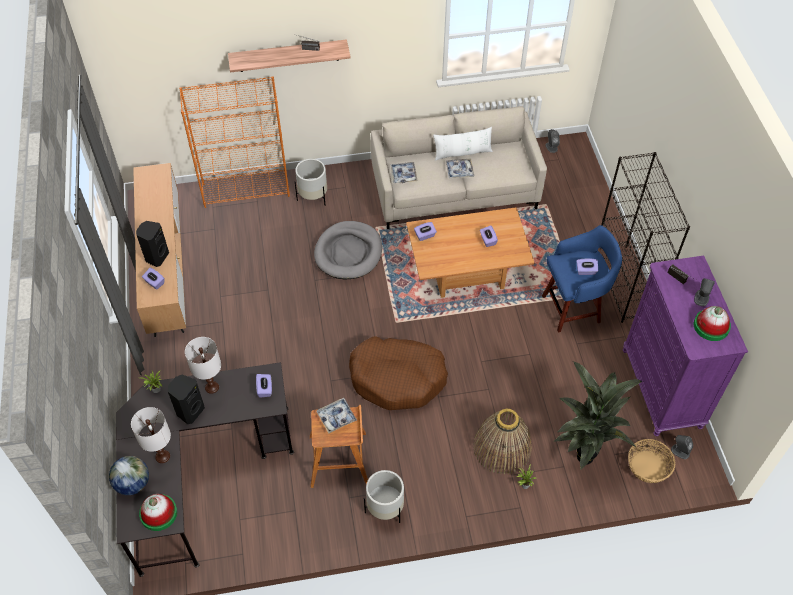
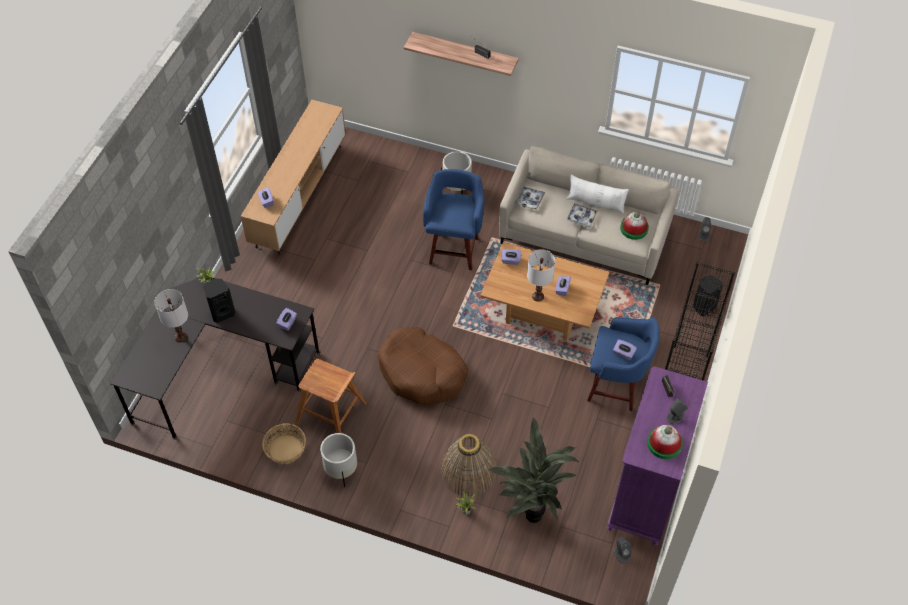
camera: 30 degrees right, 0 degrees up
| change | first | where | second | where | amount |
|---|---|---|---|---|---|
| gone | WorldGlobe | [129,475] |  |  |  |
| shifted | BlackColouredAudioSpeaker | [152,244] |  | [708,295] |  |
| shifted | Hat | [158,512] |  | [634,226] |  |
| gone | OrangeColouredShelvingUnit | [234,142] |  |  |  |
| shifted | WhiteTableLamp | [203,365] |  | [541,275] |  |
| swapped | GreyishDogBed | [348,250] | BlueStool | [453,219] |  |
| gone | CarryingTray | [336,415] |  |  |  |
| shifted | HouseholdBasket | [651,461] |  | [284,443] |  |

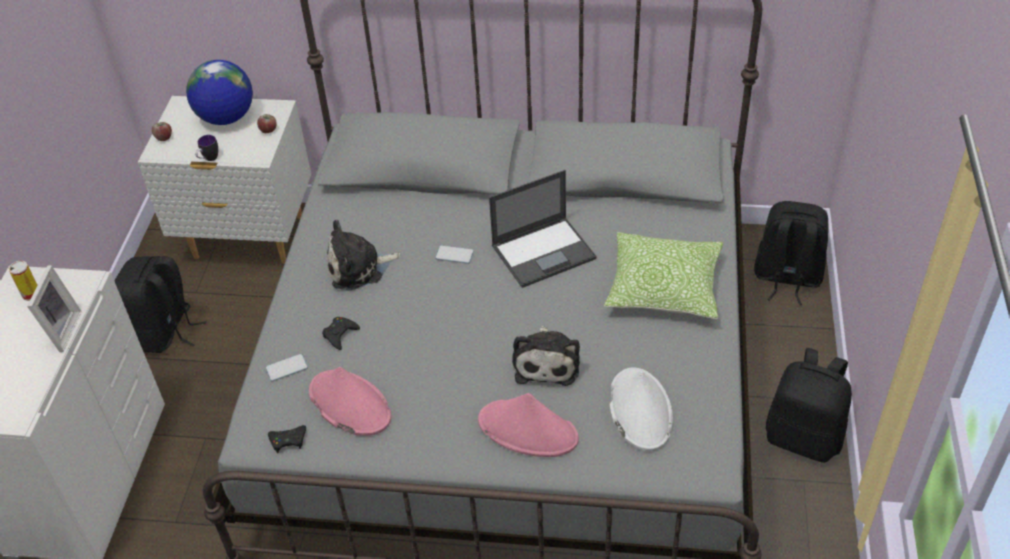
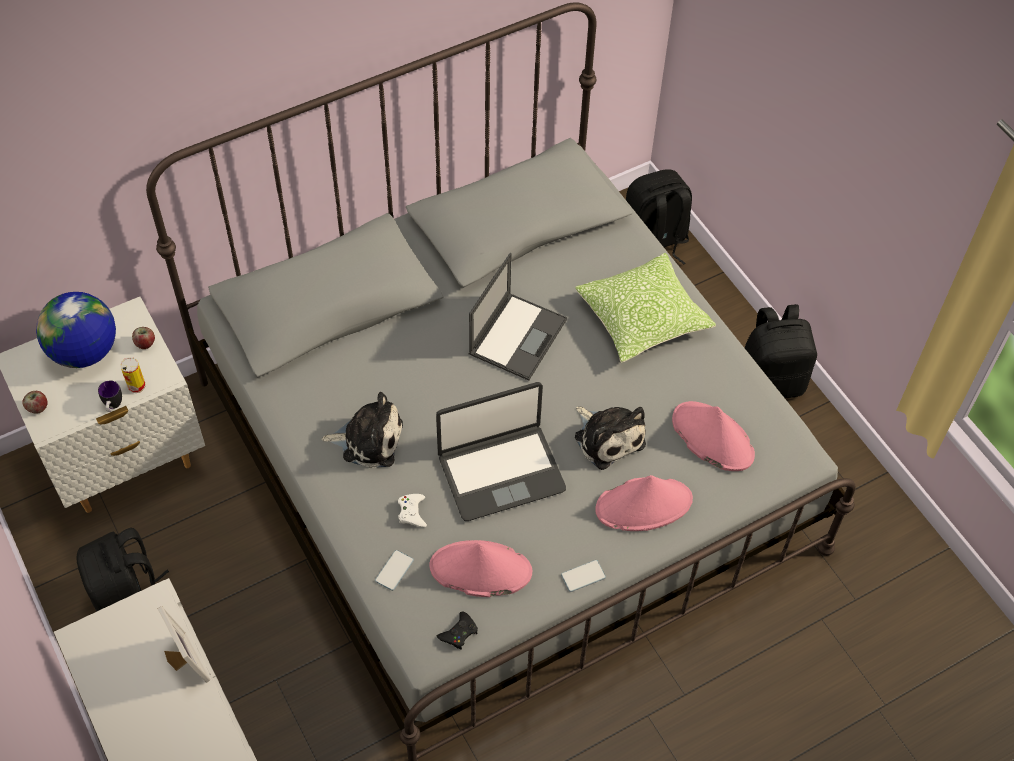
camera: 40 degrees left, 10 degrees up
| change | first | where | second | where | amount |
|---|---|---|---|---|---|
| shifted | MetalCan | [23,281] |  | [133,375] |  |
| repainted | BlackColouredGamepad | [341,333] | WhiteGamepad | [412,510] |  |
| rotated | SoftToy | [363,255] |  | [362,430] | 120 degrees counterclockwise |
| shifted | Handset | [454,254] |  | [583,576] |  |
| repainted | WhiteHat | [641,409] | PinkishHat | [713,436] |  |
| new |  |  | PortableComputer | [501,451] |  |

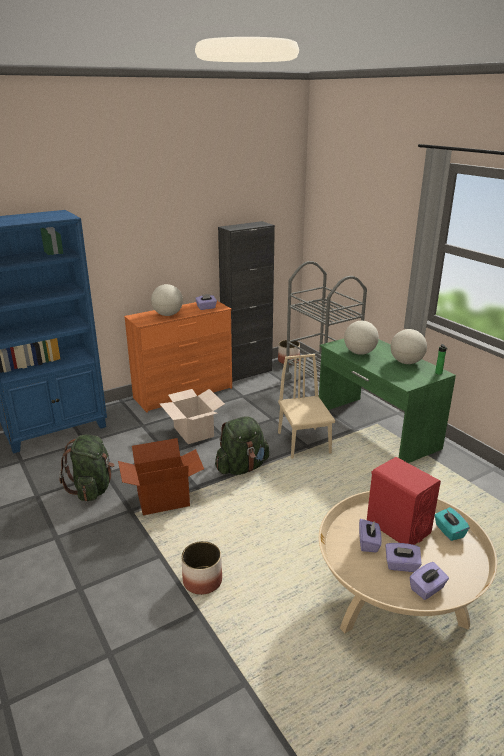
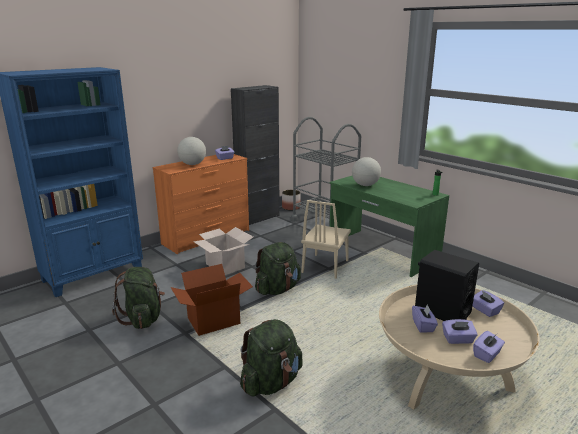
camera: 10 degrees left, 5 degrees down
| change | first | where | second | where | amount |
|---|---|---|---|---|---|
| swapped | PlantPot | [201,568] | GreenishKnapsack | [271,358] |  |
| rotated | BeigeColouredChair | [306,406] |  | [326,239] | 135 degrees counterclockwise |
| repainted | ReddishAudioSpeaker | [404,501] | BlackColouredAudioSpeaker | [447,285] |  |
| gone | WorldGlobe | [409,346] |  |  |  |
| repainted | TurquoiseBoxOfTissues | [452,524] | PurpleBoxOfTissues | [488,303] |  |

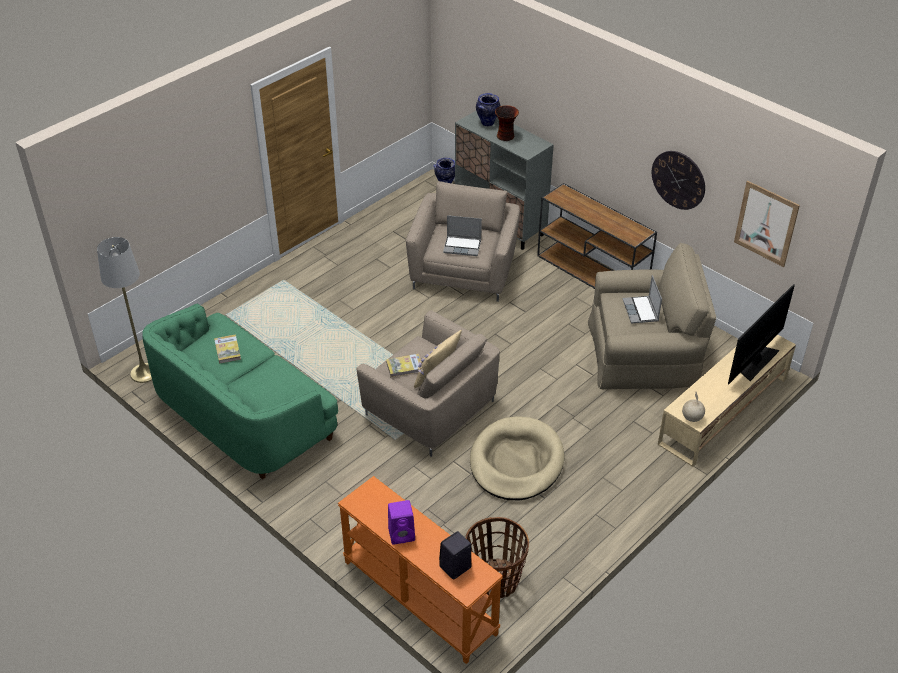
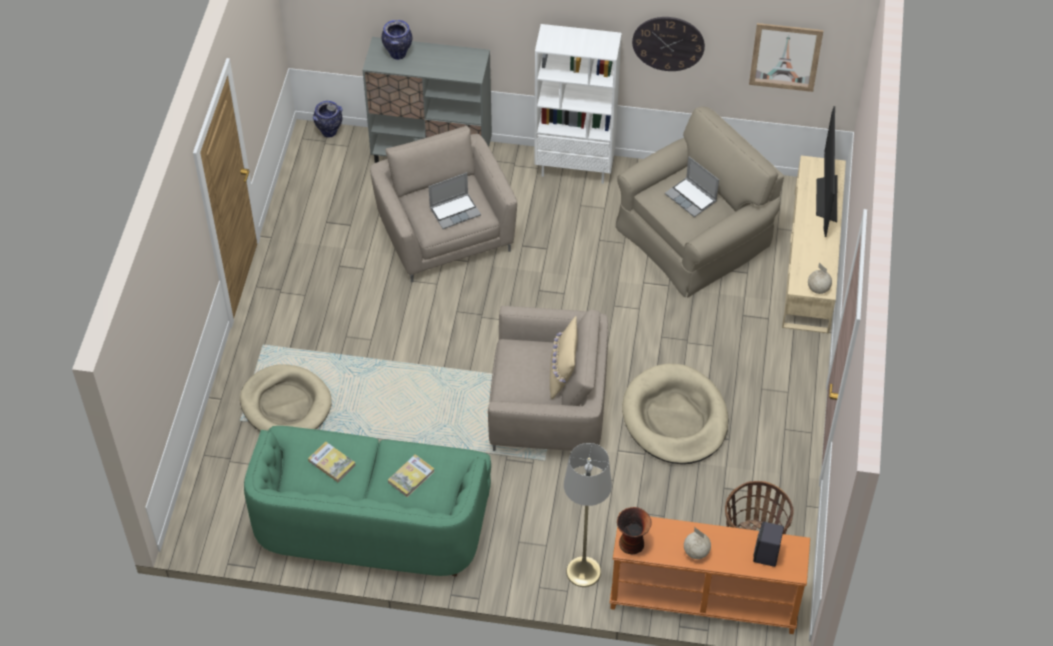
camera: 35 degrees left, 10 degrees up
| change | first | where | second | where | amount |
|---|---|---|---|---|---|
| shifted | GreyishStandardLamp | [124,310] |  | [588,515] |  |
| shifted | Volume | [404,365] |  | [411,475] |  |
| swapped | PurpleAudioSpeaker | [401,522] | WorldGlobe | [697,543] |  |
| shifted | Vase | [507,123] |  | [634,530] |  |
| swapped | BrownishNarrowTable | [597,236] | WhiteShelvingUnit | [578,104] |  |
| new |  |  | BeigeColouredDogBed | [286,397] |  |

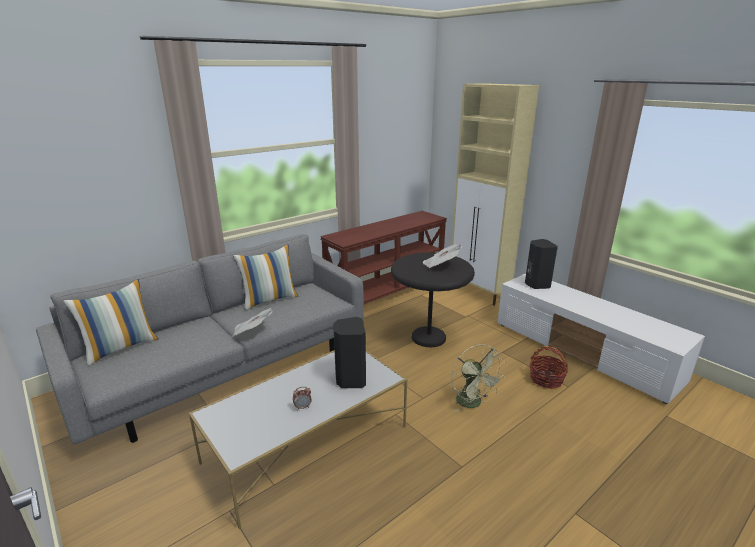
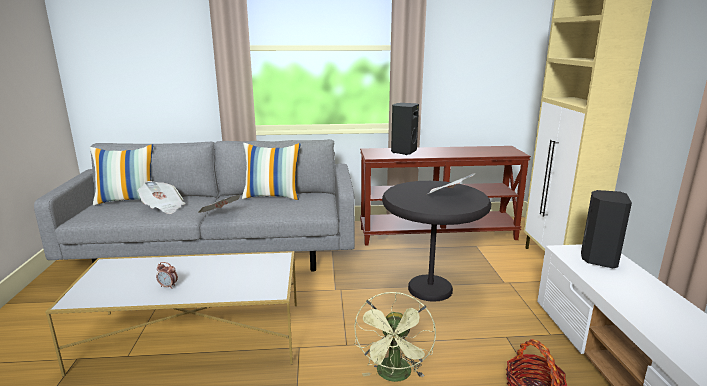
camera: 35 degrees right, 5 degrees down
| change | first | where | second | where | amount |
|---|---|---|---|---|---|
| shifted | BlackColouredAudioSpeaker | [349,352] |  | [405,129] |  |
| new |  |  | PrintedPaper | [161,197] |  |

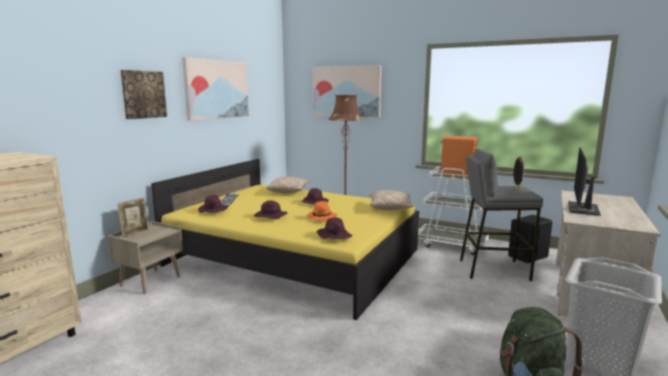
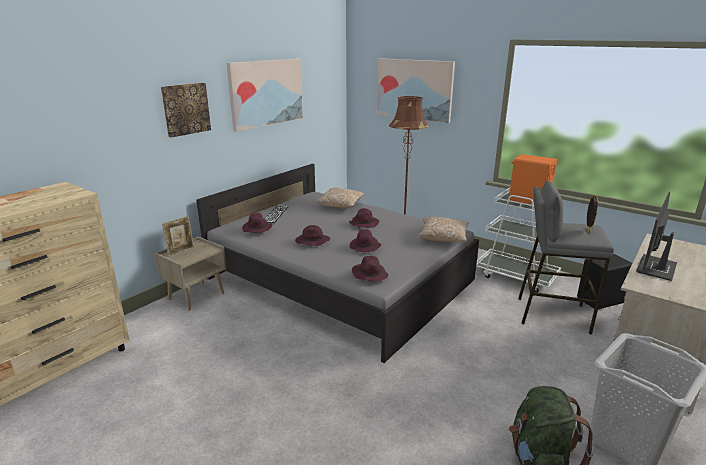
camera: 10 degrees right, 10 degrees up
| change | first | where | second | where | amount |
|---|---|---|---|---|---|
| repainted | YellowColouredSleepingBed | [285,239] | GreyishSleepingBed | [337,263] |  |
| repainted | OrangeColouredHat | [322,211] | PurpleHat | [365,241] |  |

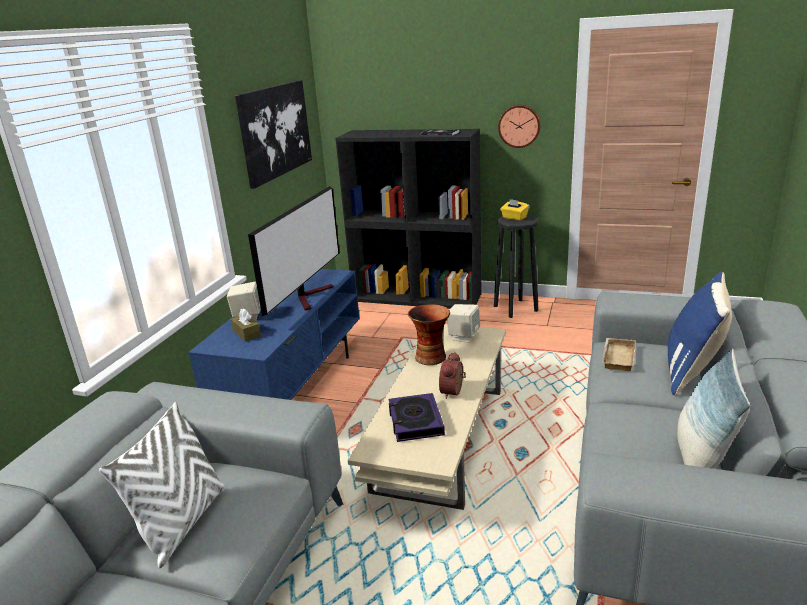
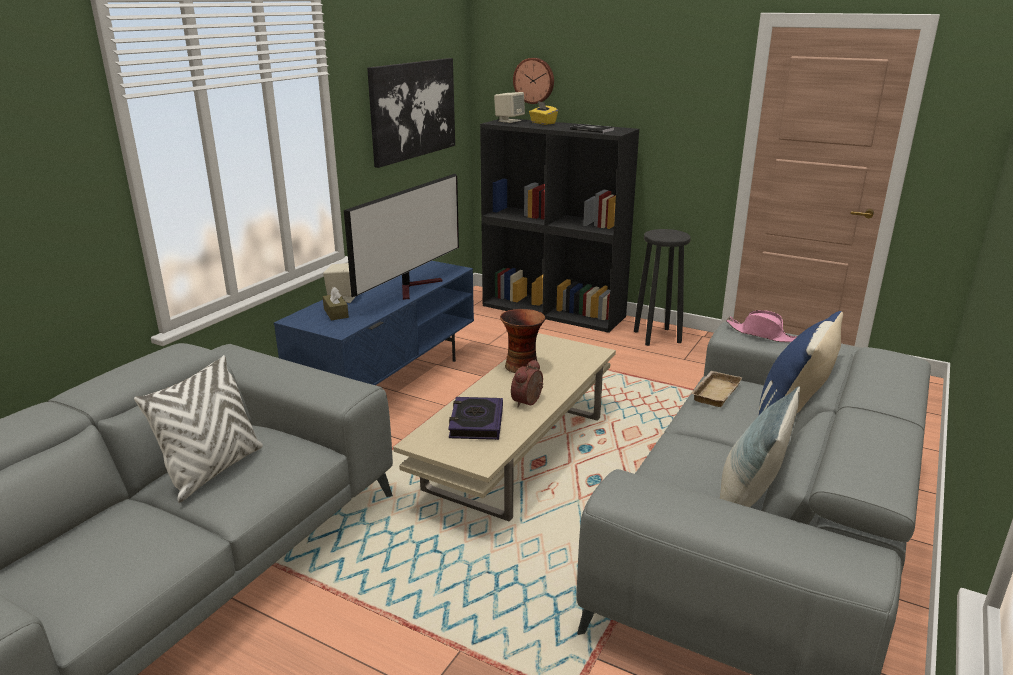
camera: 10 degrees right, 0 degrees up
| change | first | where | second | where | amount |
|---|---|---|---|---|---|
| shifted | BeigeColouredAudioSpeaker | [463,323] |  | [509,107] |  |
| shifted | ClockOnTheWall | [519,126] |  | [533,81] |  |
| shifted | YellowColouredBoxOfTissues | [514,209] |  | [543,113] |  |
| new |  |  | PinkishHat | [761,326] |  |

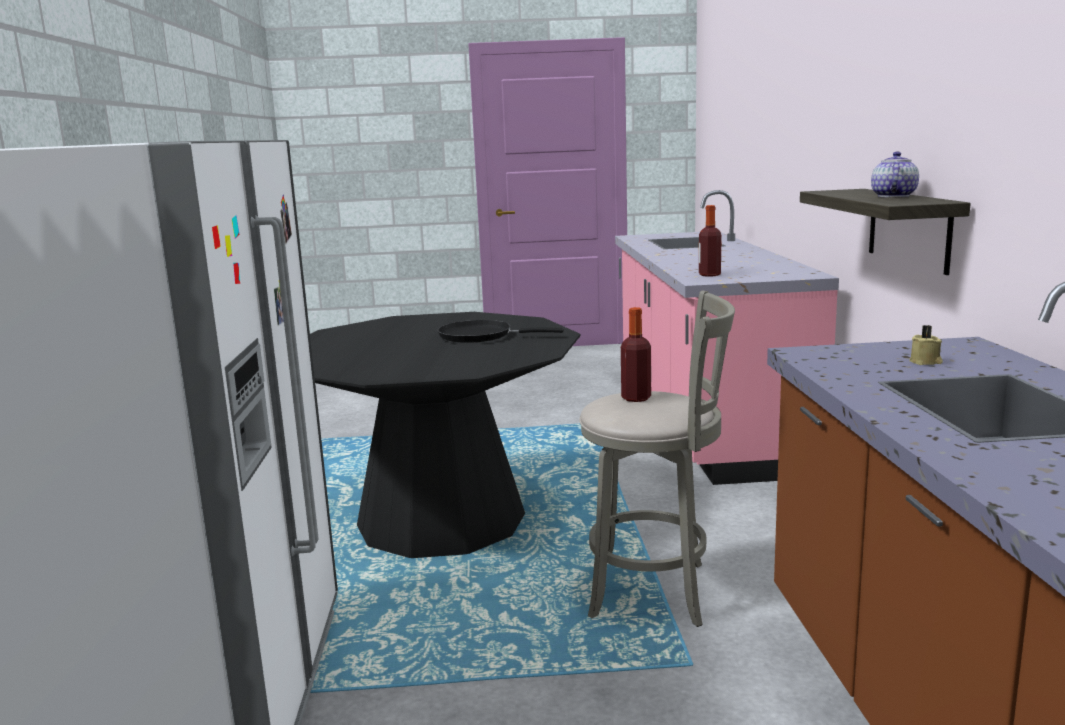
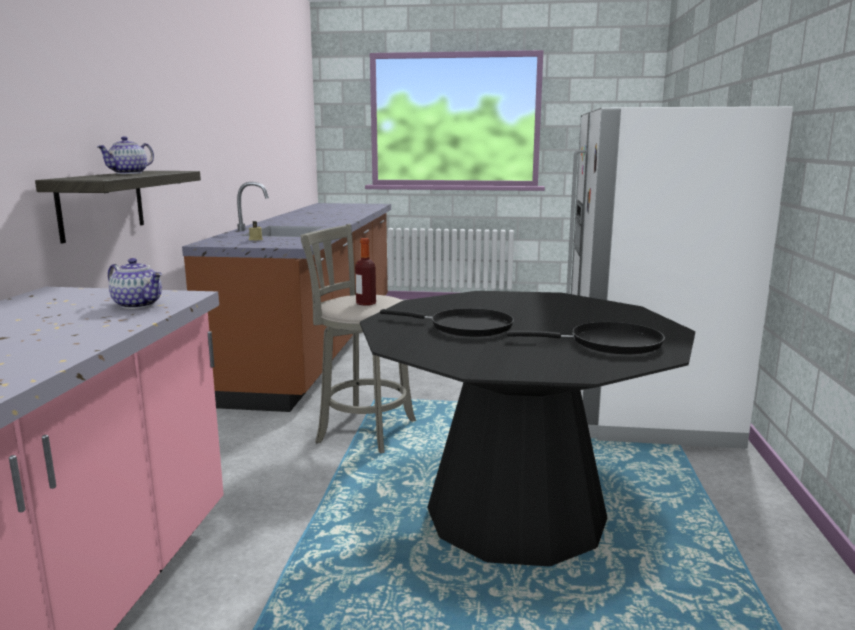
camera: 170 degrees left, 0 degrees up
| change | first | where | second | where | amount |
|---|---|---|---|---|---|
| swapped | Bottle | [710,241] | TeaPot | [135,283] |  |
| new |  |  | BlackColouredPan | [586,338] |  |

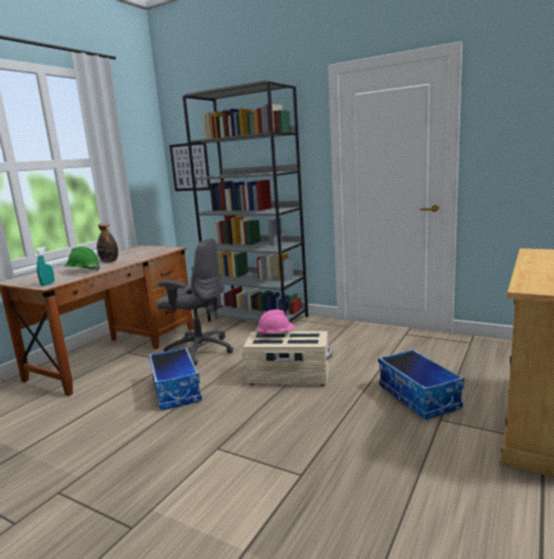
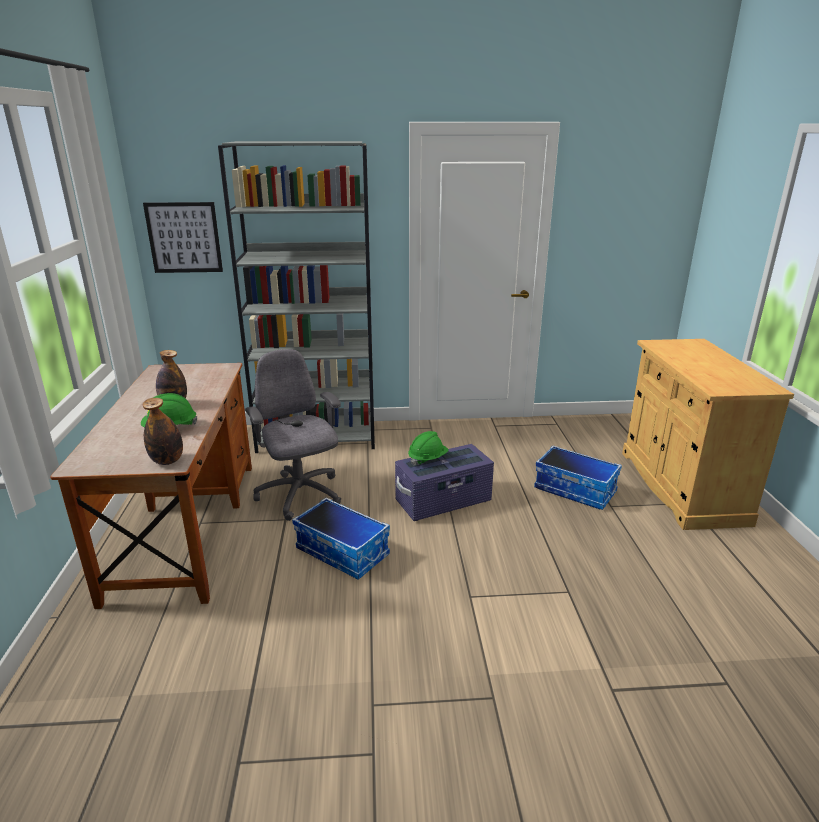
camera: 35 degrees left, 10 degrees up
| change | first | where | second | where | amount |
|---|---|---|---|---|---|
| swapped | TurquoiseSprayer | [45,266] | Bottle | [163,431] |  |
| rotated | GreyishOfficeChair | [194,302] |  | [293,435] | 105 degrees counterclockwise |
| repainted | BeigeColouredStorageBin | [288,358] | PurpleStorageBin | [444,482] |  |
| repainted | PinkishHardHat | [276,323] | GreenishHardHat | [428,448] |  |

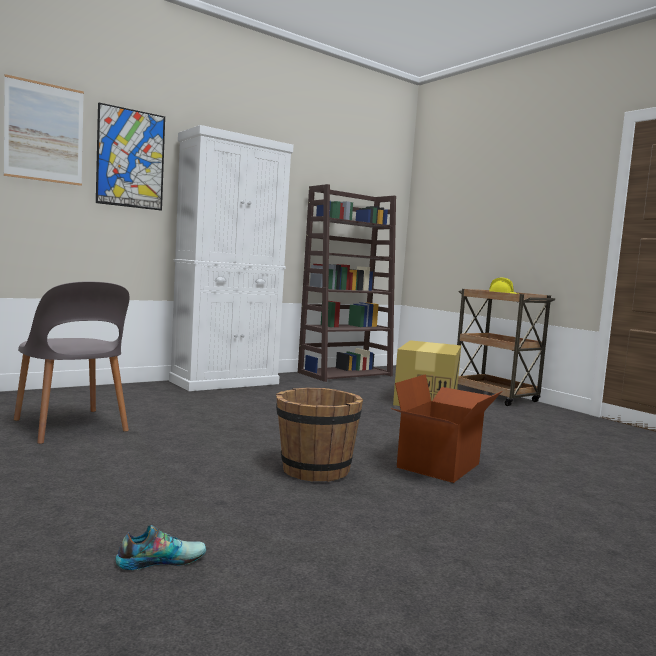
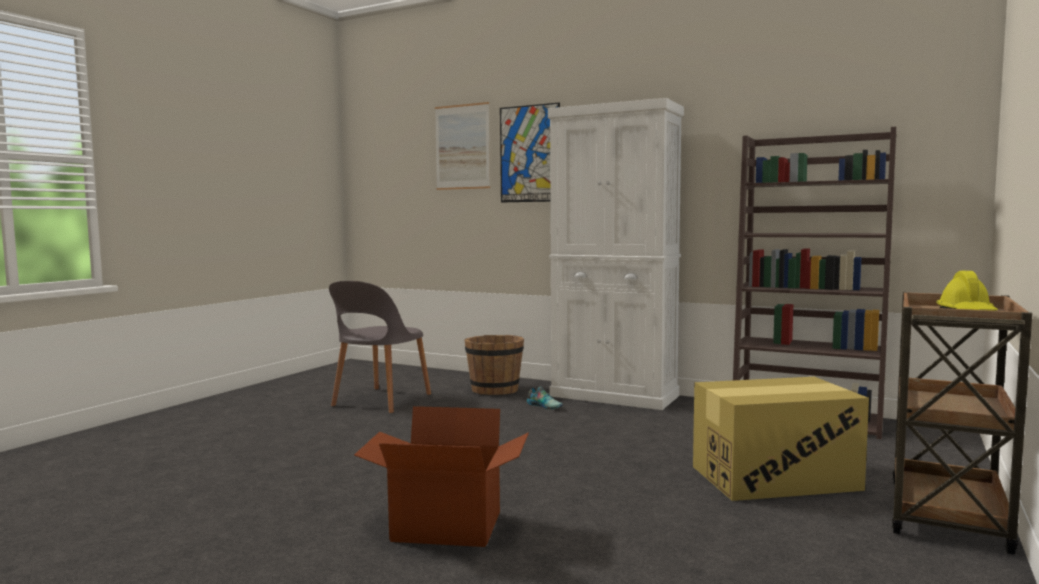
camera: 65 degrees right, 0 degrees up
| change | first | where | second | where | amount |
|---|---|---|---|---|---|
| shifted | Shoe | [160,547] |  | [545,398] |  |
| shifted | BrownishBucket | [319,435] |  | [494,365] |  |

